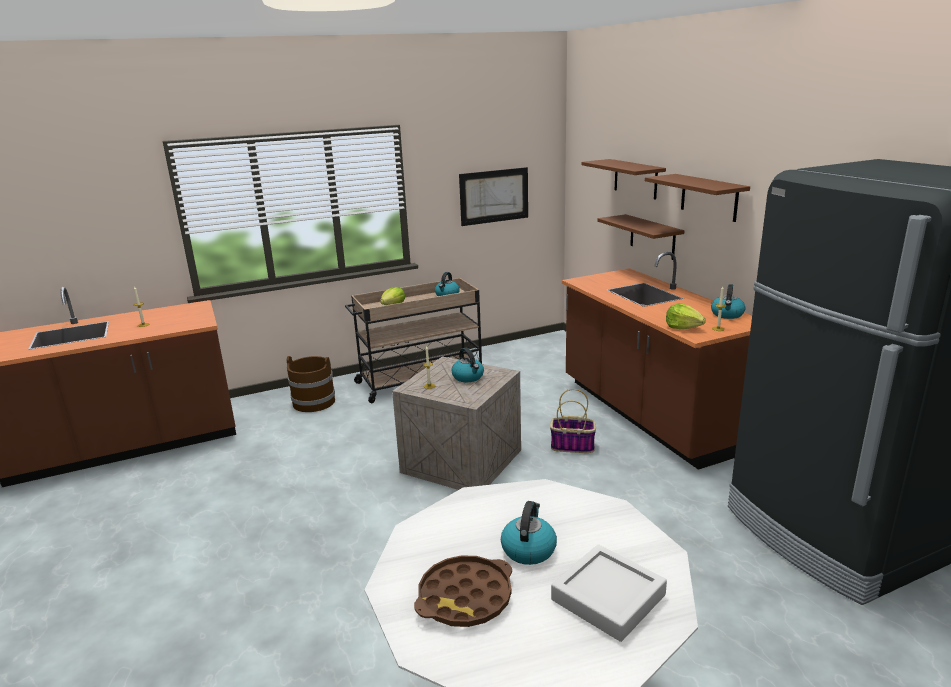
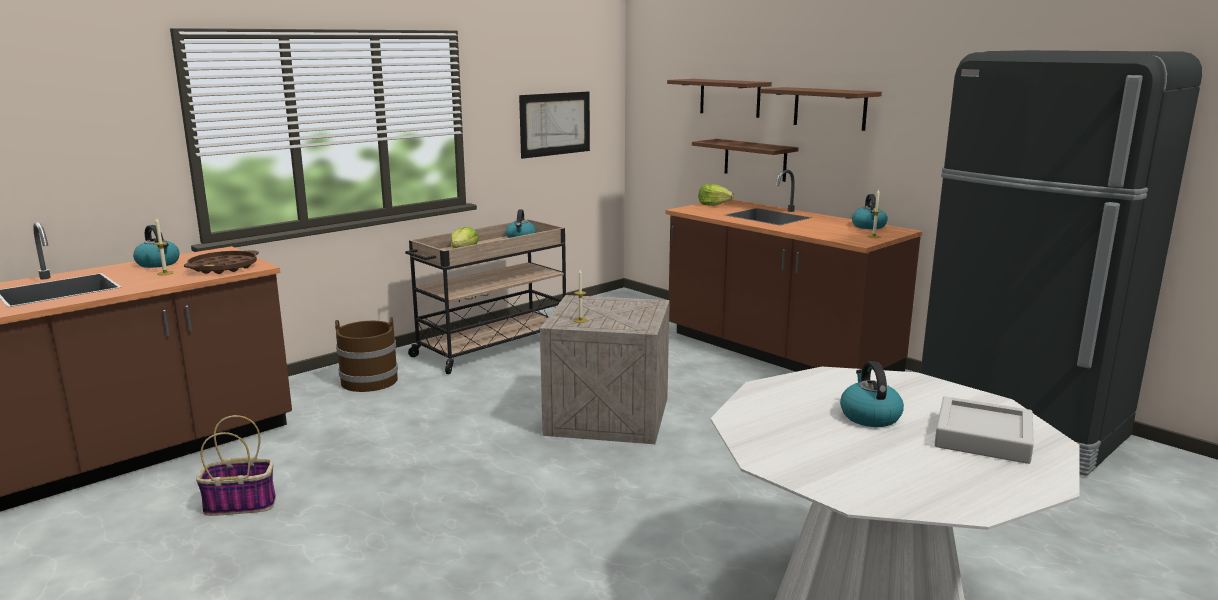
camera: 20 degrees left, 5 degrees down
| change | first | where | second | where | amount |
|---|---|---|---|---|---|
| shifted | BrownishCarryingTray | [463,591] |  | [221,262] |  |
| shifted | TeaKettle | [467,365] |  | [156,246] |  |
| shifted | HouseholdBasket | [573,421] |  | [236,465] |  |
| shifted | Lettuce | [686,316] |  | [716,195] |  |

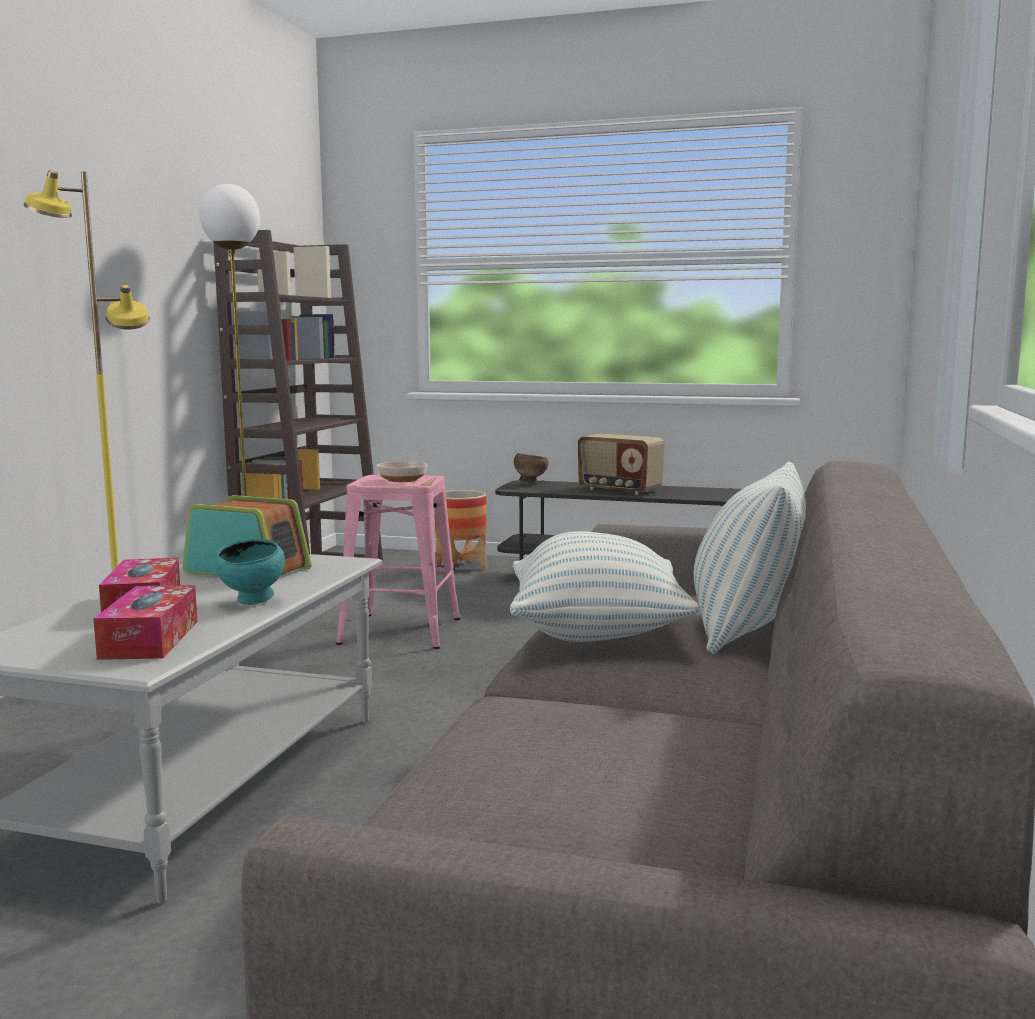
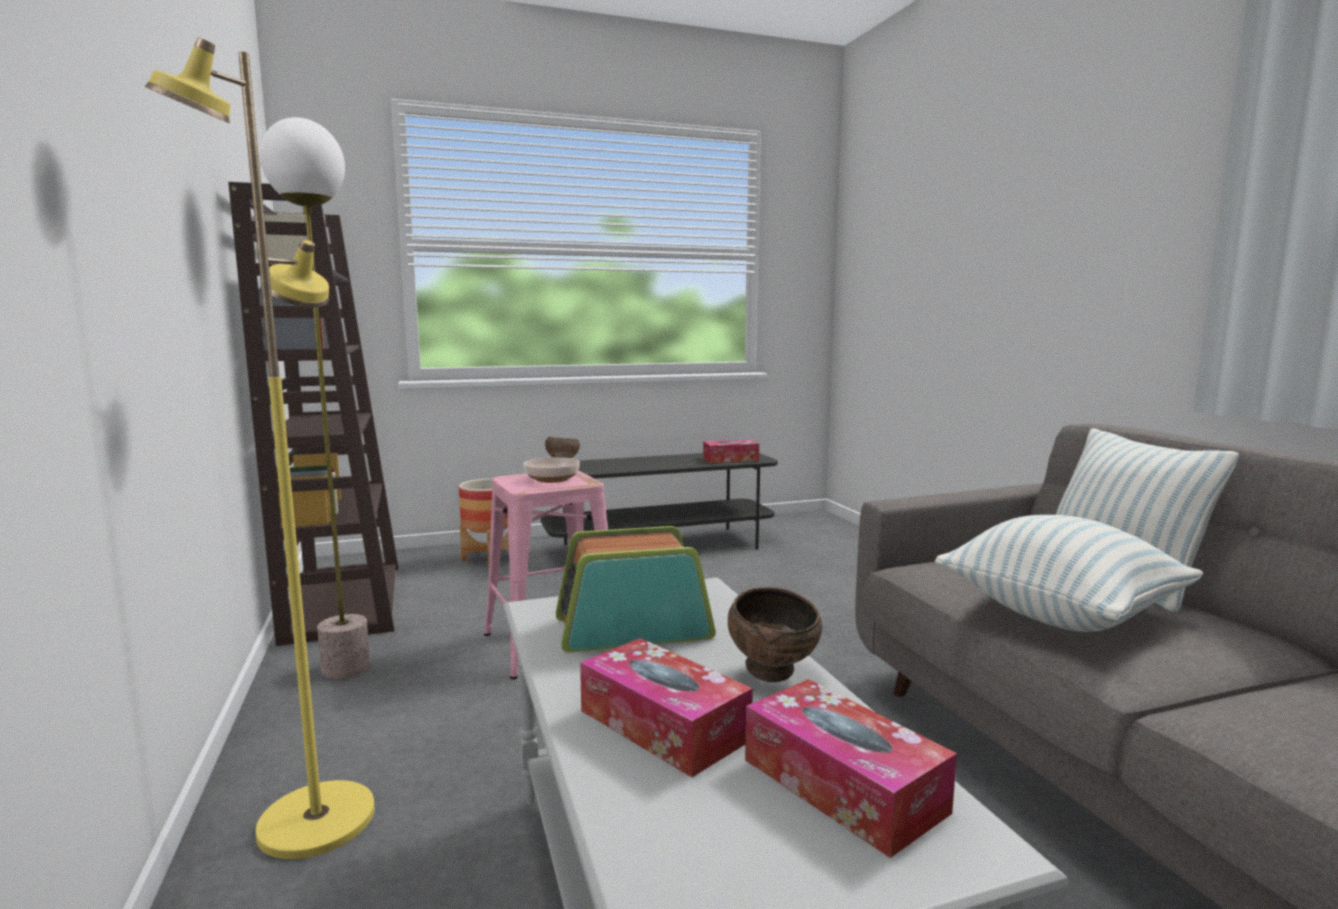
camera: 35 degrees left, 0 degrees up
| change | first | where | second | where | amount |
|---|---|---|---|---|---|
| repainted | TurquoiseBowl | [249,572] | BrownishBowl | [775,635] |  |
| gone | Radio | [621,464] |  |  |  |
| new |  |  | BoxOfTissues | [731,451] |  |

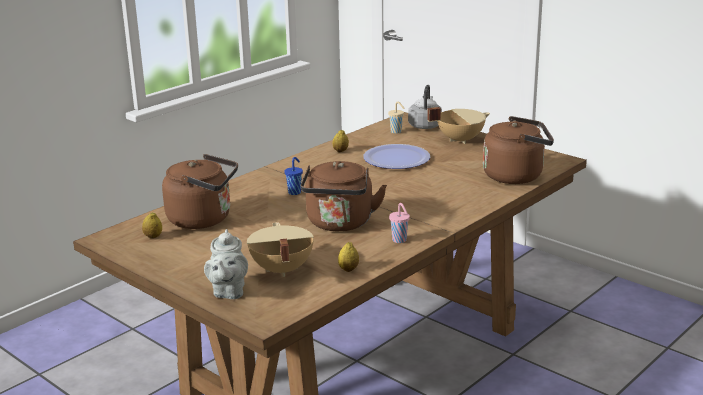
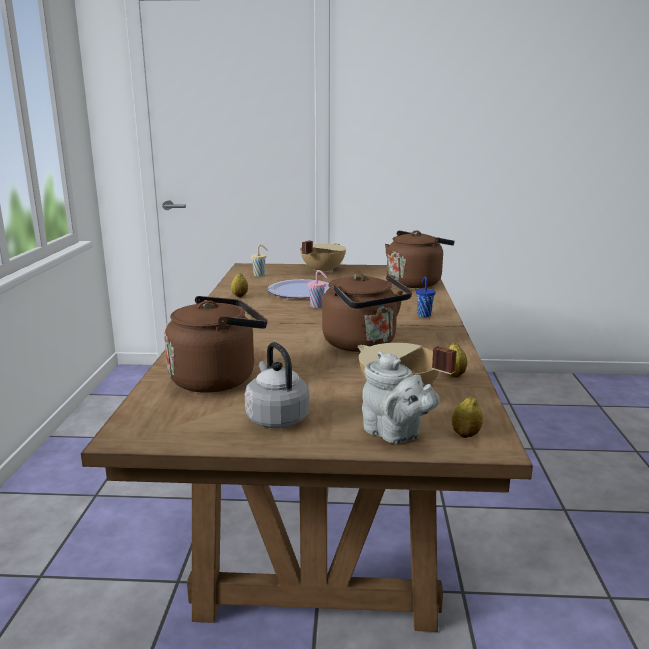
camera: 40 degrees left, 5 degrees down
| change | first | where | second | where | amount |
|---|---|---|---|---|---|
| shifted | WholeLemon | [152,225] |  | [467,417] |  |
| shifted | BlueSmallCup | [293,176] |  | [426,296] |  |
| shifted | PinkishSmallCup | [399,223] |  | [318,289] |  |
| shifted | GreyishTeaKettle | [425,107] |  | [277,385] |  |

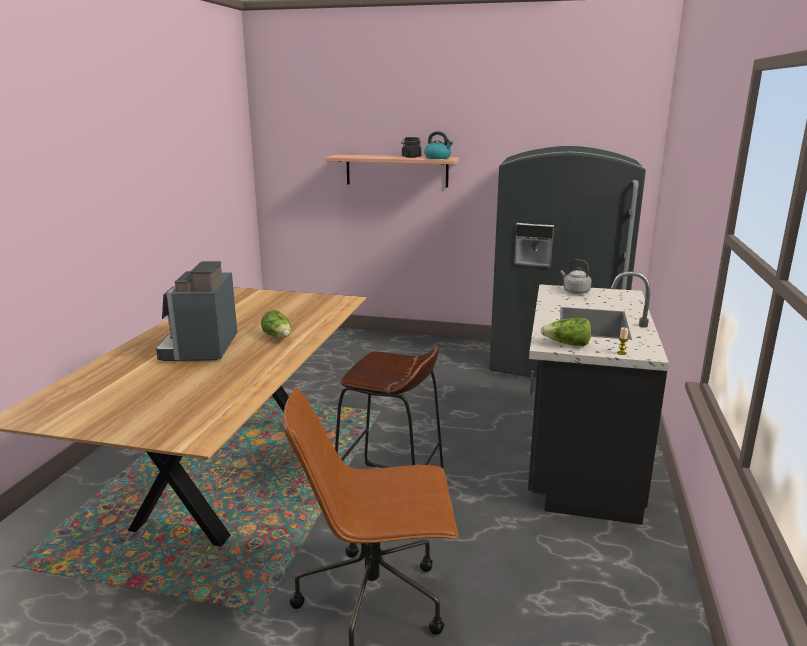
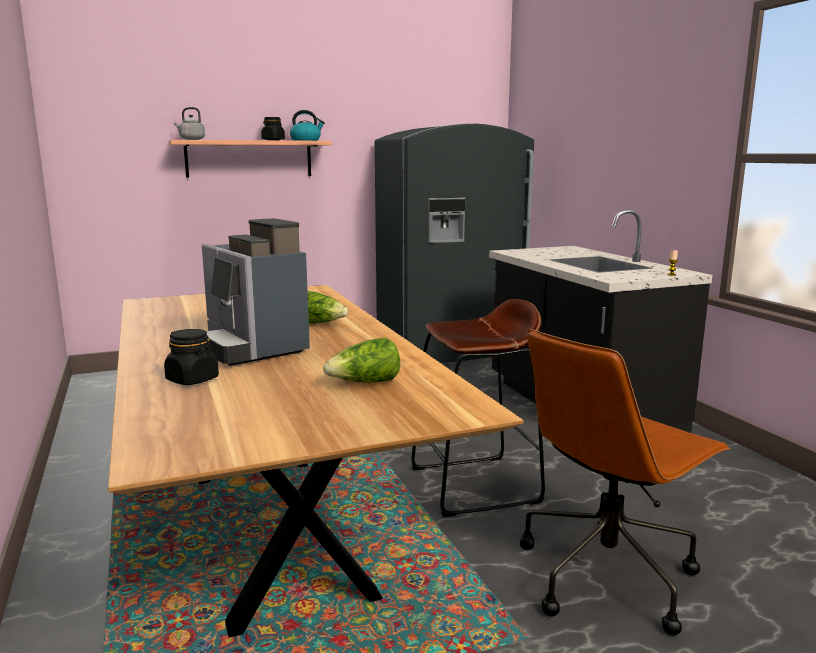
camera: 35 degrees left, 5 degrees down
| change | first | where | second | where | amount |
|---|---|---|---|---|---|
| shifted | Lettuce | [565,332] |  | [361,360] |  |
| shifted | GreyishTeaKettle | [576,276] |  | [189,123] |  |
| new |  |  | BlackColouredPreserveJar | [191,357] |  |

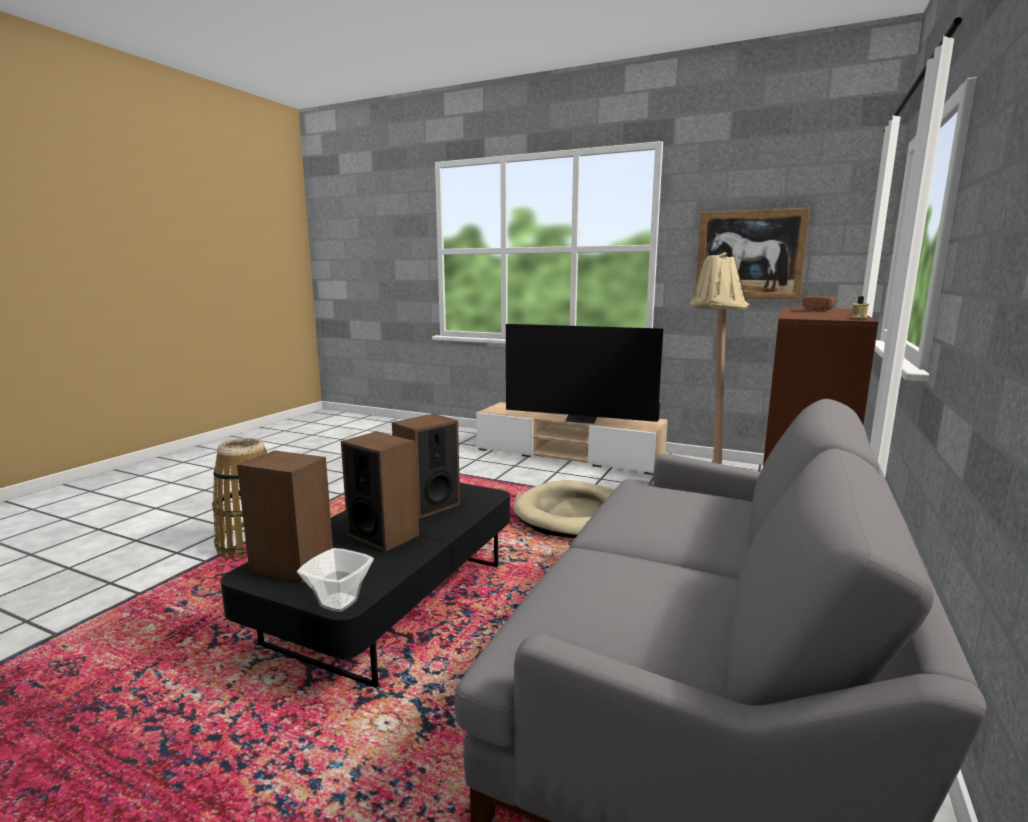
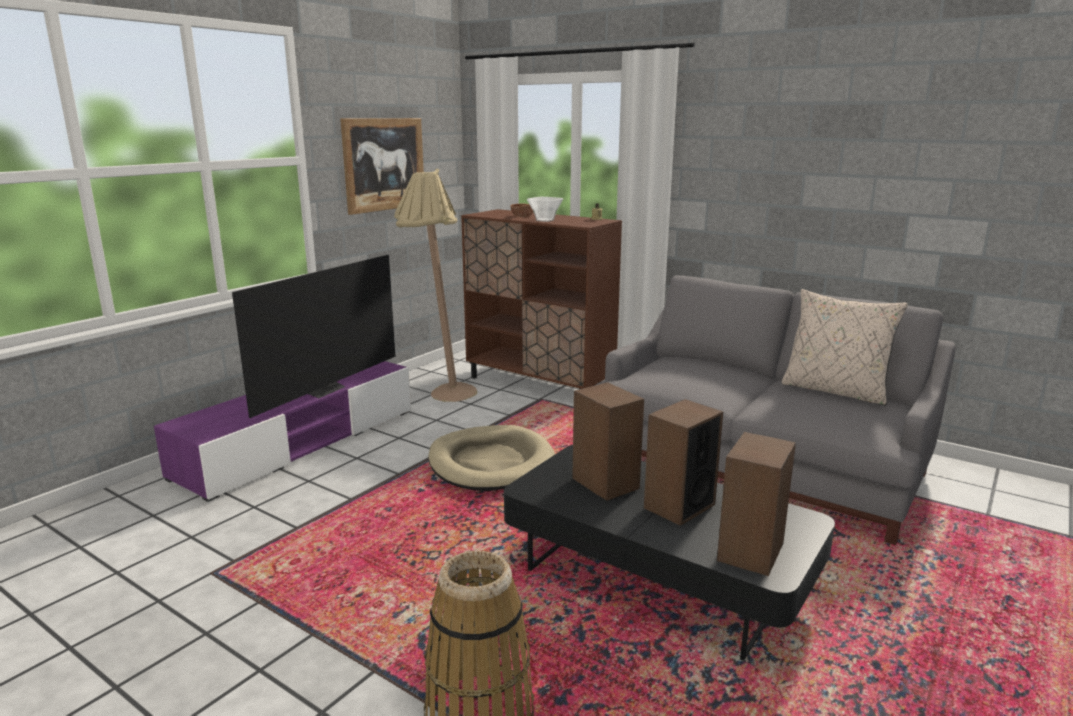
camera: 80 degrees left, 5 degrees up
| change | first | where | second | where | amount |
|---|---|---|---|---|---|
| shifted | Bowl | [335,580] |  | [545,209] |  |
| repainted | BeigeColouredTvUnit | [572,438] | PurpleTvUnit | [282,431] |  |
| new |  |  | BeigeColouredPillow | [845,347] |  |

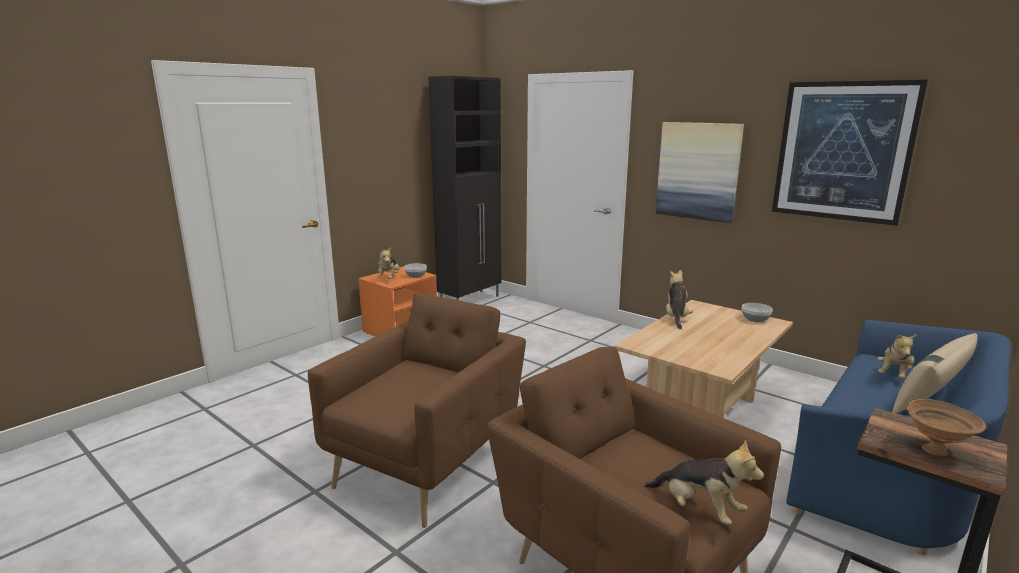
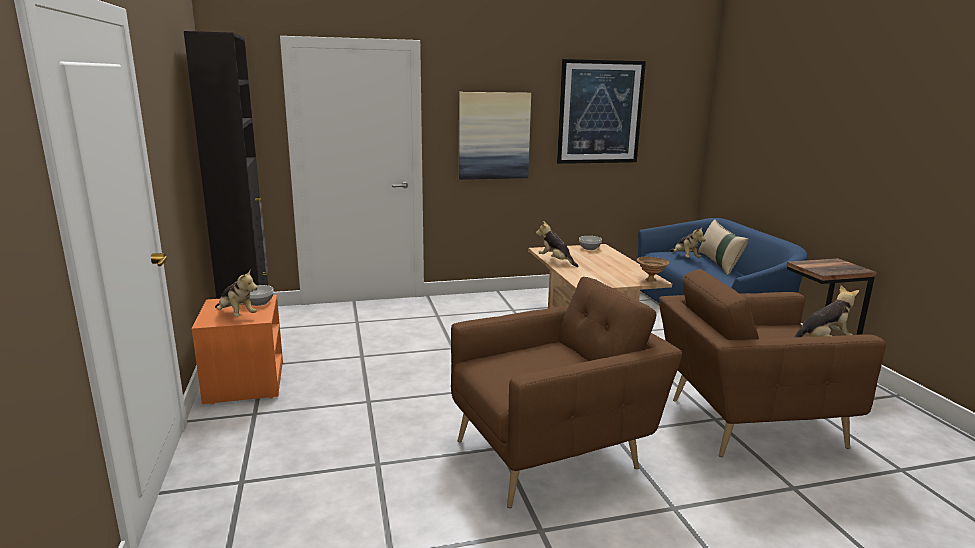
camera: 55 degrees left, 0 degrees up
| change | first | where | second | where | amount |
|---|---|---|---|---|---|
| rotated | BrownishEasyChair | [417,411] |  | [566,392] | 90 degrees clockwise |
| shifted | BrownishBowl | [946,427] |  | [653,269] |  |

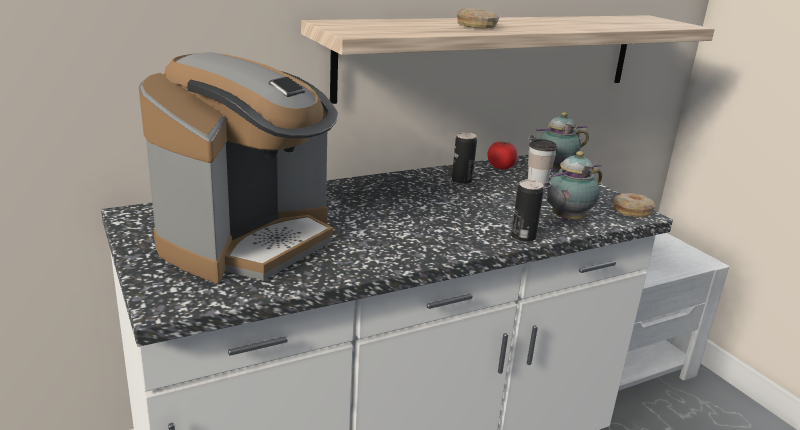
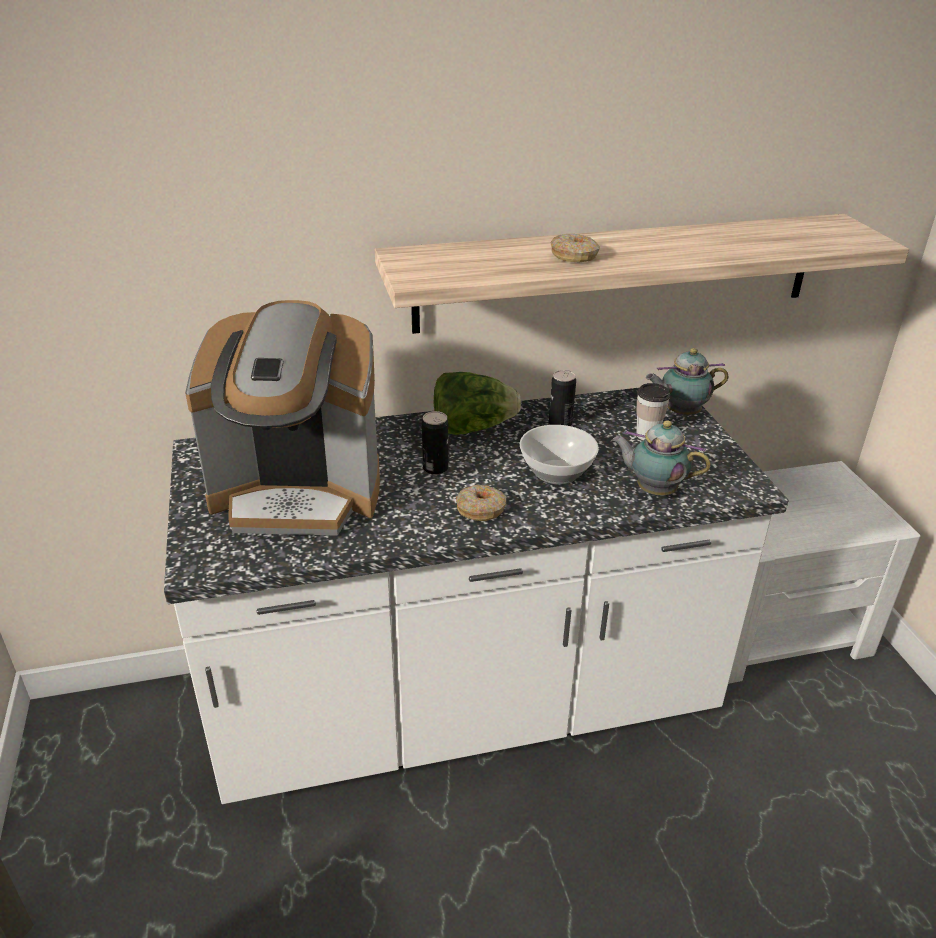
camera: 15 degrees right, 10 degrees up
| change | first | where | second | where | amount |
|---|---|---|---|---|---|
| rotated | CoffeeMachine | [238,167] |  | [282,418] | 45 degrees clockwise |
| gone | Tomato | [502,155] |  |  |  |
| shifted | MetalCan | [527,211] |  | [435,443] |  |
| rotated | TeaPot | [572,186] |  | [661,457] | 45 degrees clockwise |
| shifted | Donut | [634,205] |  | [481,503] |  |
| new |  |  | Lettuce | [477,403] |  |
| new |  |  | Bowl | [559,454] |  |

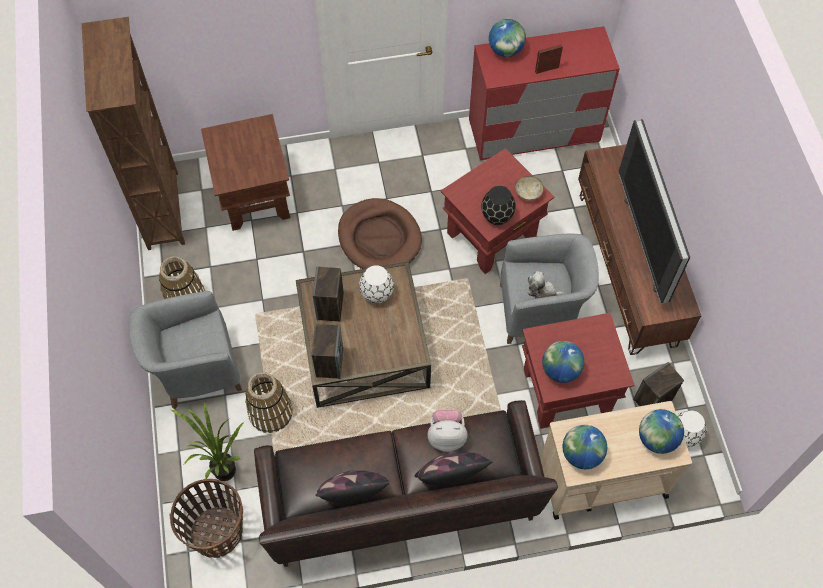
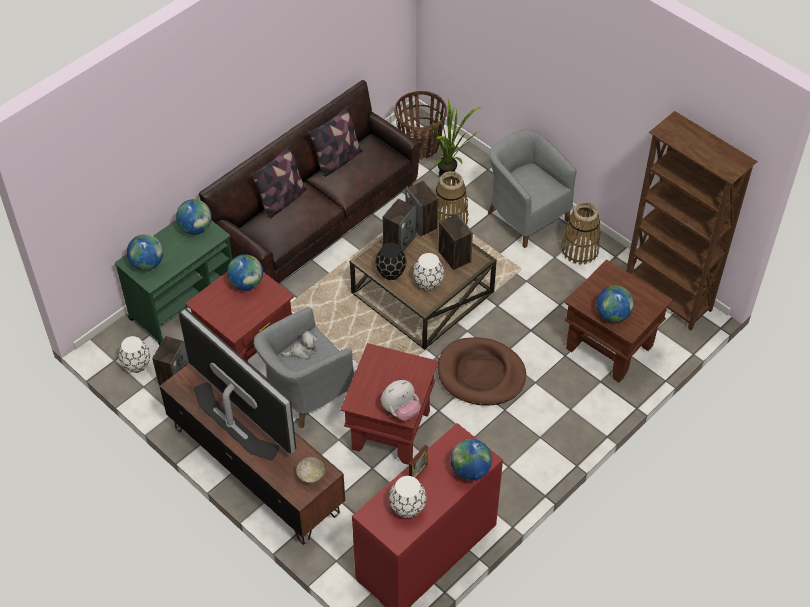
camera: 145 degrees right, 10 degrees down
| change | first | where | second | where | amount |
|---|---|---|---|---|---|
| rotated | GreyishEasyChair | [185,350] |  | [532,188] | 75 degrees counterclockwise |
| shifted | SoftToy | [447,431] |  | [401,400] |  |
| shifted | BlackColouredVase | [498,205] |  | [390,261] |  |
| shifted | Bowl | [529,188] |  | [311,470] |  |
| repainted | BeigeColouredCart | [616,460] | GreenishCart | [174,282] |  |
| new |  |  | AudioSpeaker | [399,225] |  |
| new |  |  | WhiteVase | [407,497] |  |
| new |  |  | WorldGlobe | [615,304] |  |

